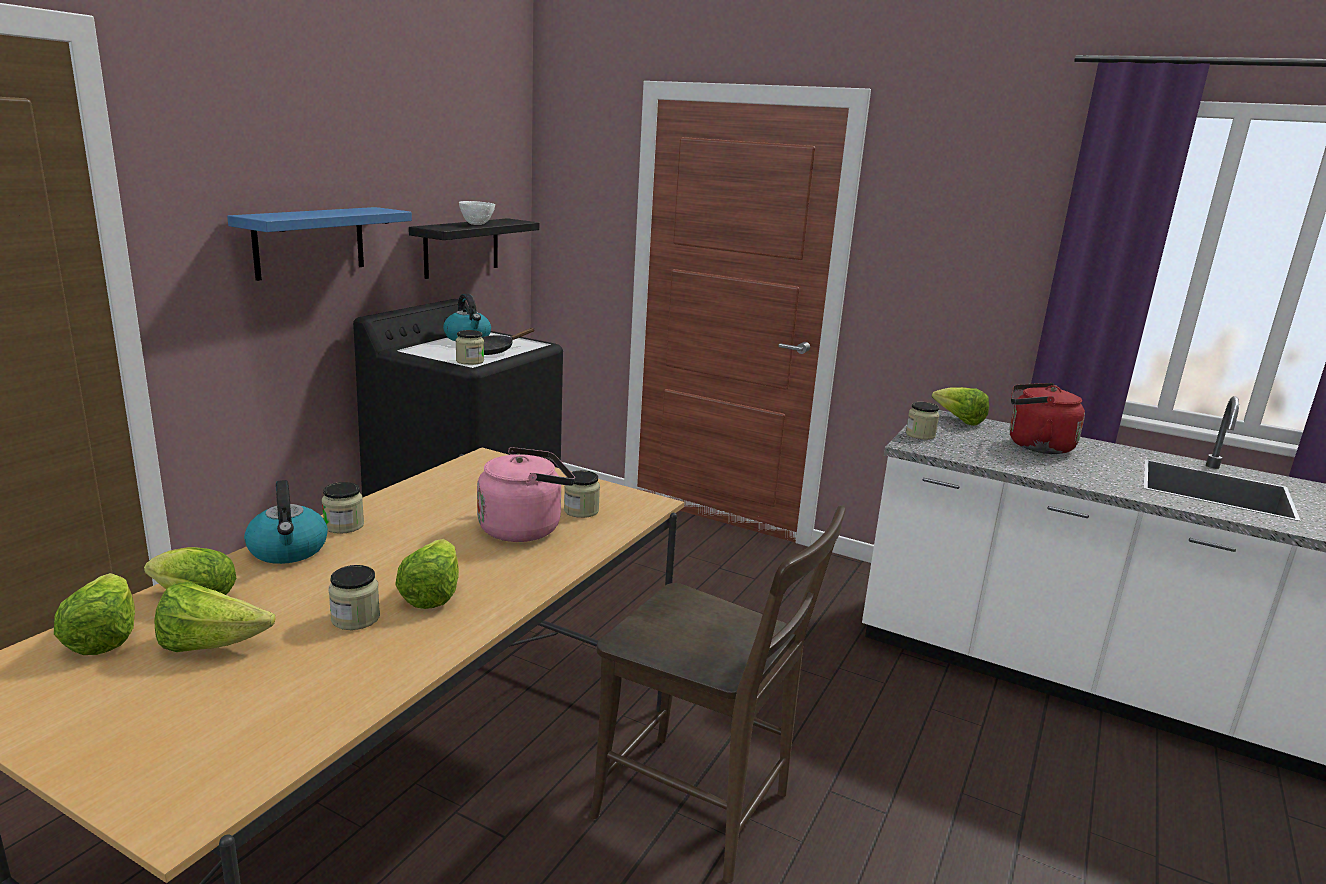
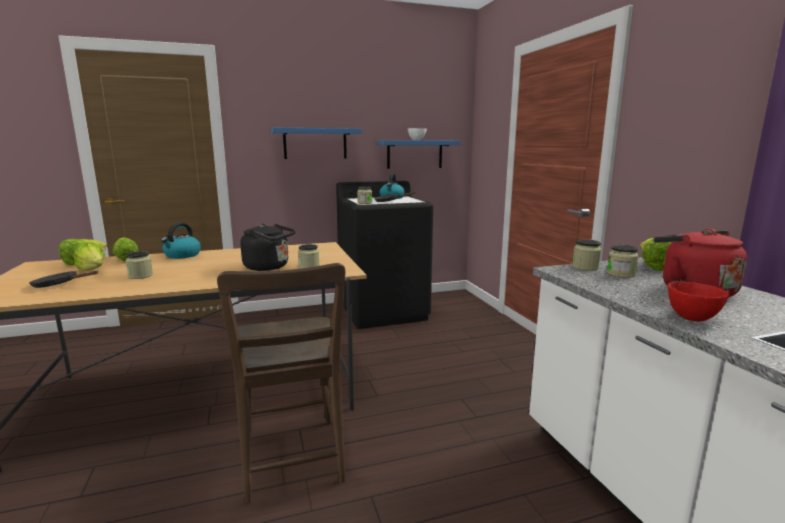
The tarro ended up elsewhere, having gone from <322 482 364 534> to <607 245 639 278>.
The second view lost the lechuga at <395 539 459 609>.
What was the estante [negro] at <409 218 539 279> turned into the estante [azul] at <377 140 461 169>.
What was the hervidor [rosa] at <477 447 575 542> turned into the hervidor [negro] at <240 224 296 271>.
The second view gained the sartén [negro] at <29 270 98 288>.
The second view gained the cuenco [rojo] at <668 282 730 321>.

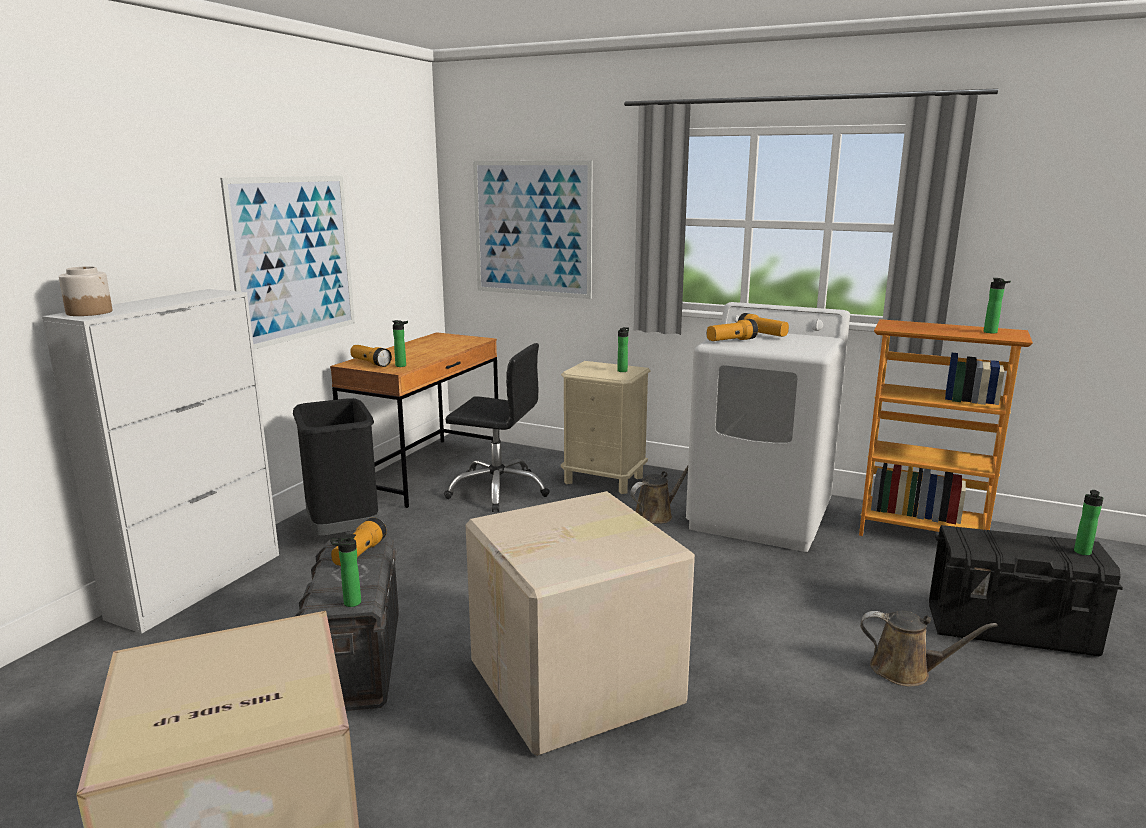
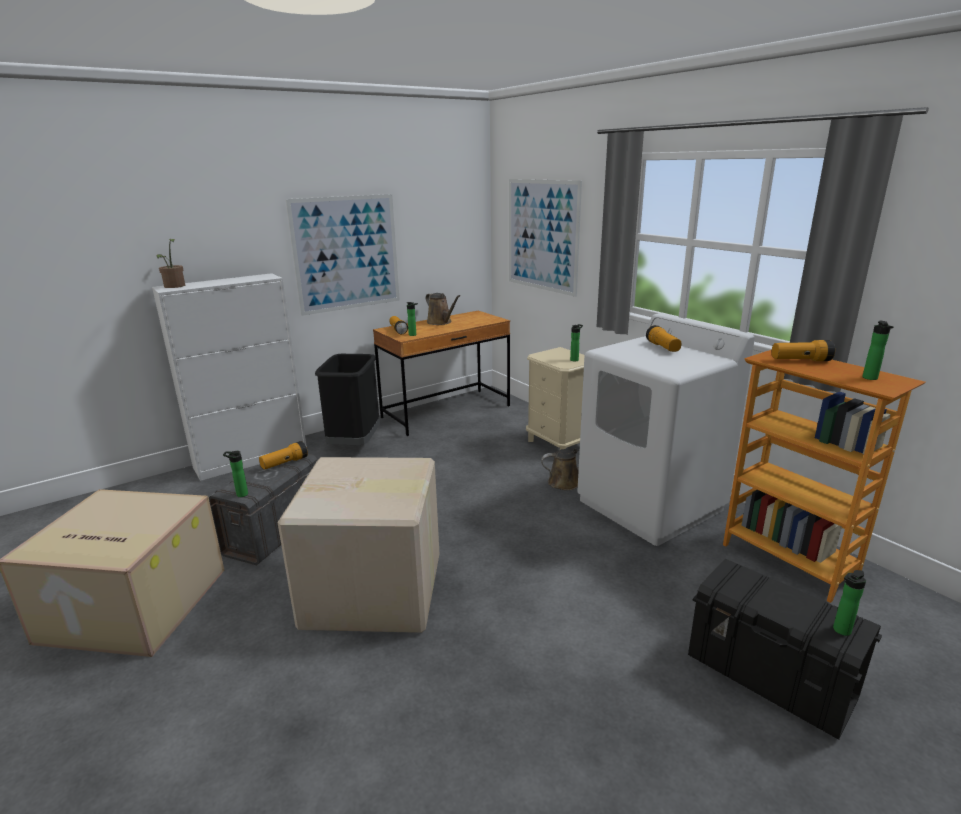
Where the tarro stood at <59 266 112 316>, the planta en maceta came to stand at <157 239 185 288>.
The second view lost the silla de oficina [negro] at <444 343 550 512>.
The linterna ended up elsewhere, having gone from <707 319 758 341> to <771 340 835 361>.
The regadera [marrón] ended up elsewhere, having gone from <860 611 997 686> to <426 293 460 325>.

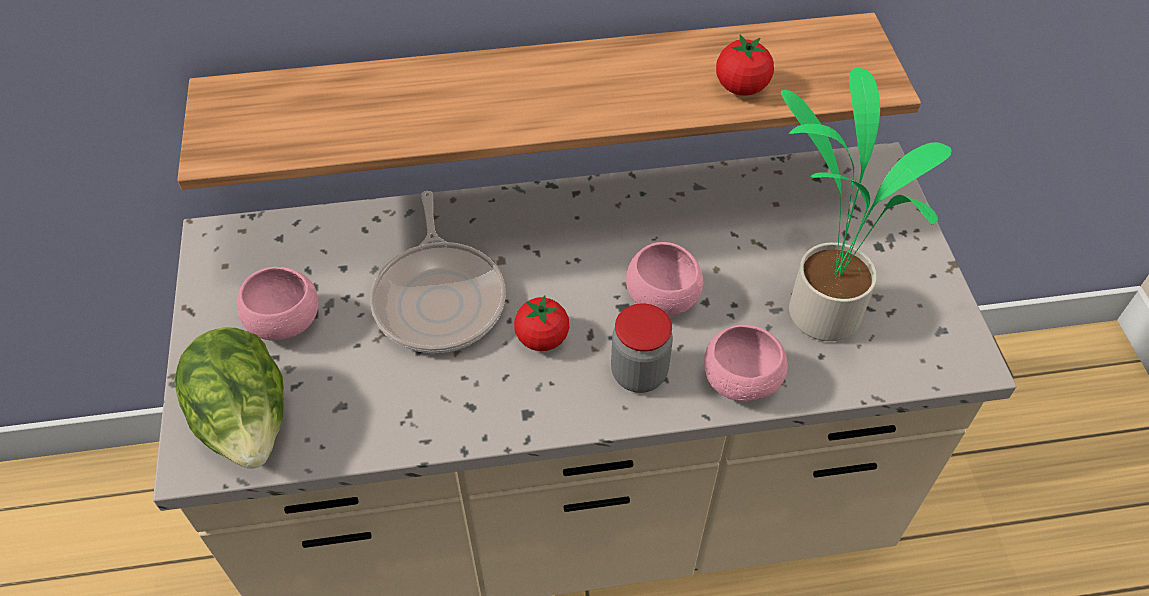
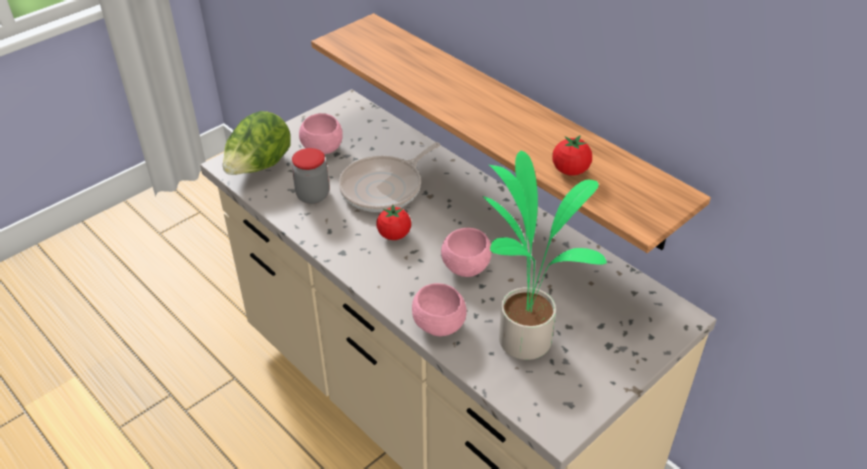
The tarro ended up elsewhere, having gone from <611 304 673 393> to <292 148 329 204>.

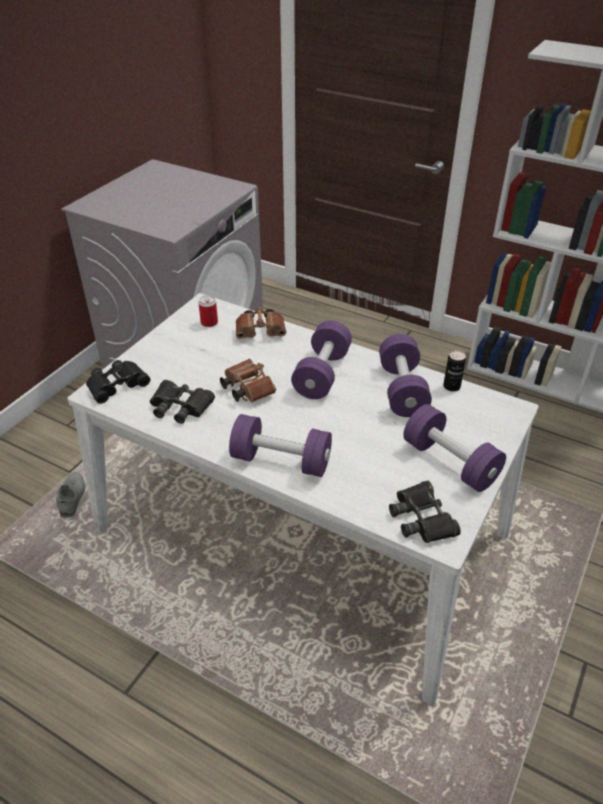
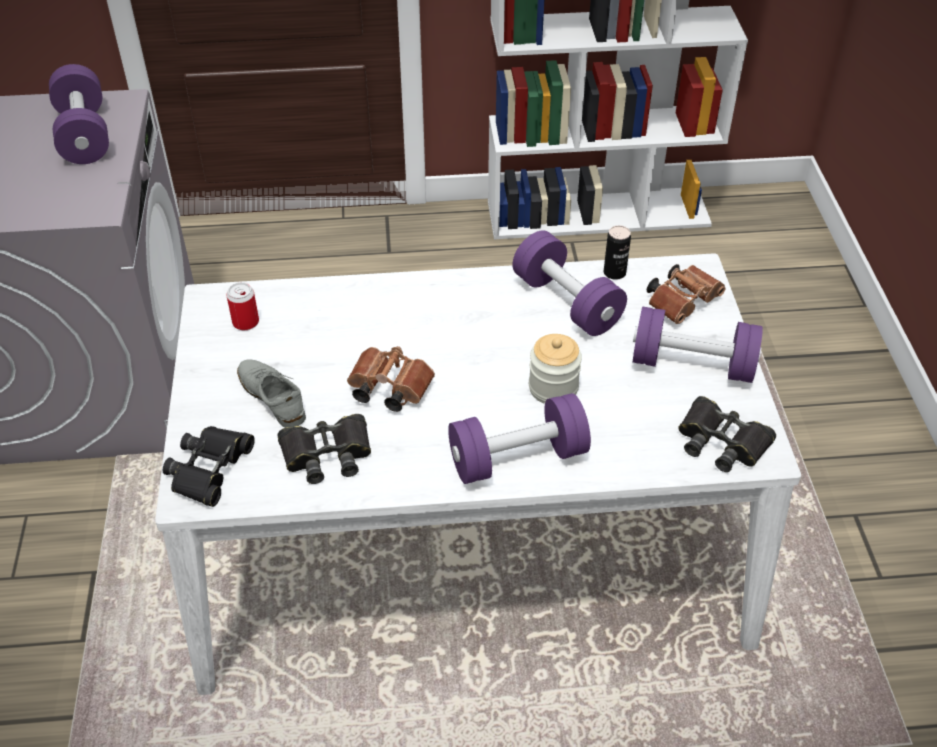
The zapato [gris] ended up elsewhere, having gone from <56 472 86 518> to <237 359 306 428>.
The prismáticos [marrón] ended up elsewhere, having gone from <236 307 286 339> to <647 264 725 324>.
The mancuerna [morado] ended up elsewhere, having gone from <291 320 352 399> to <49 64 109 164>.
The second view gained the tarro at <529 334 582 404>.

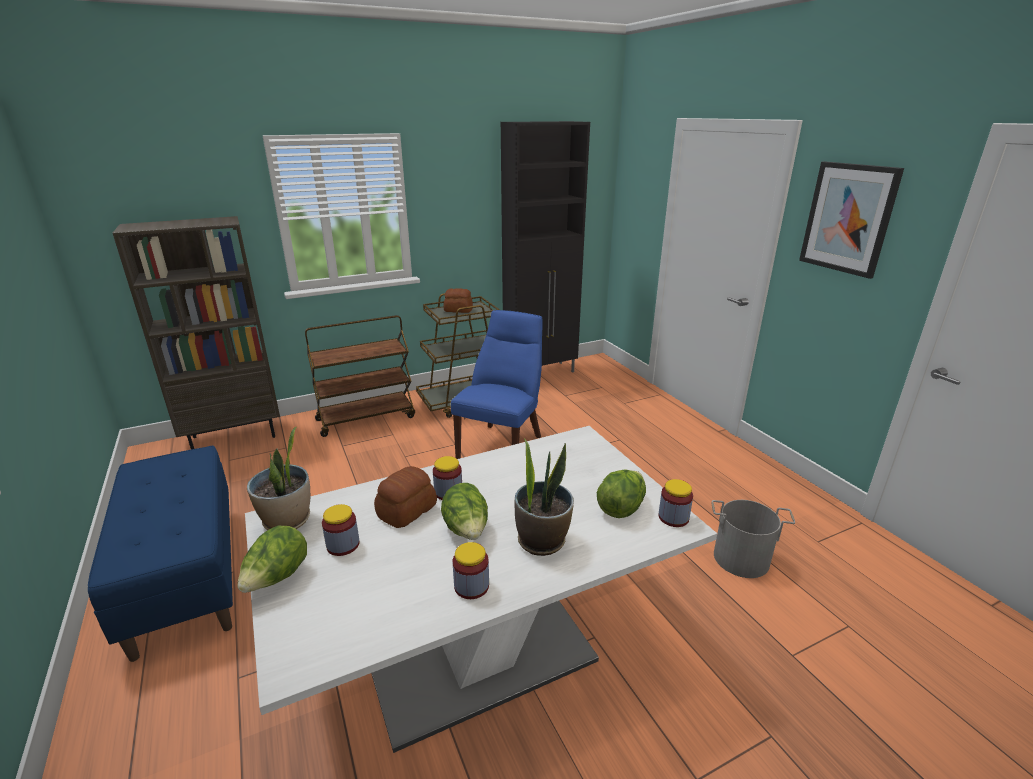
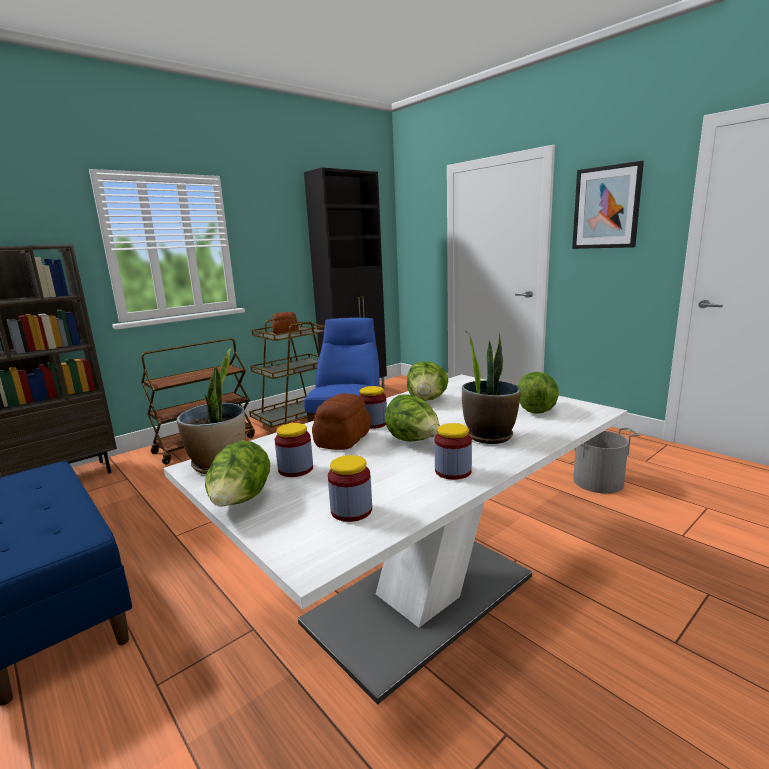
The tarro ended up elsewhere, having gone from <658 479 693 527> to <328 455 372 522>.
The second view gained the lechuga at <407 362 448 401>.

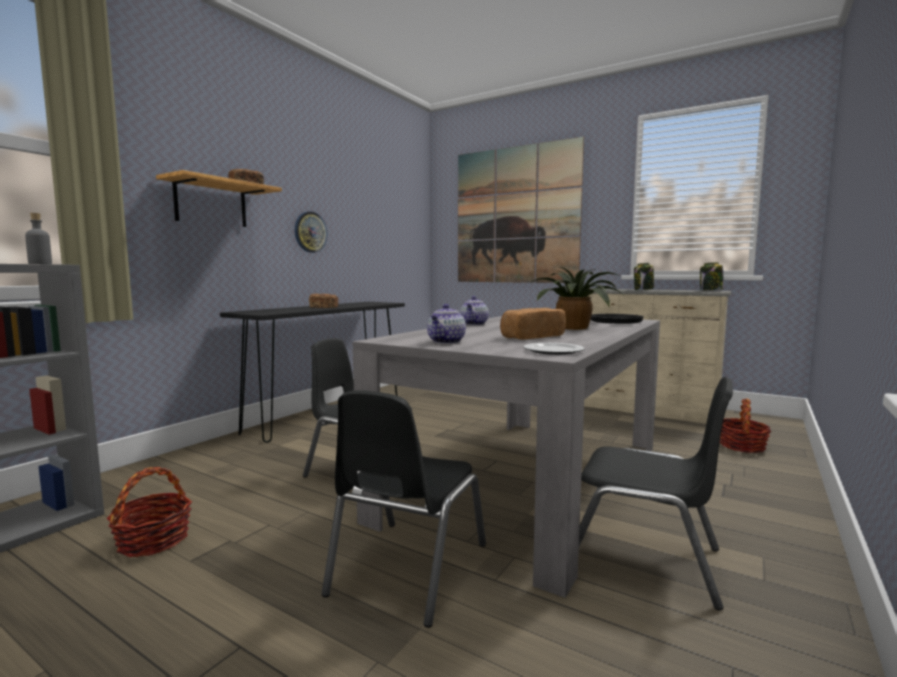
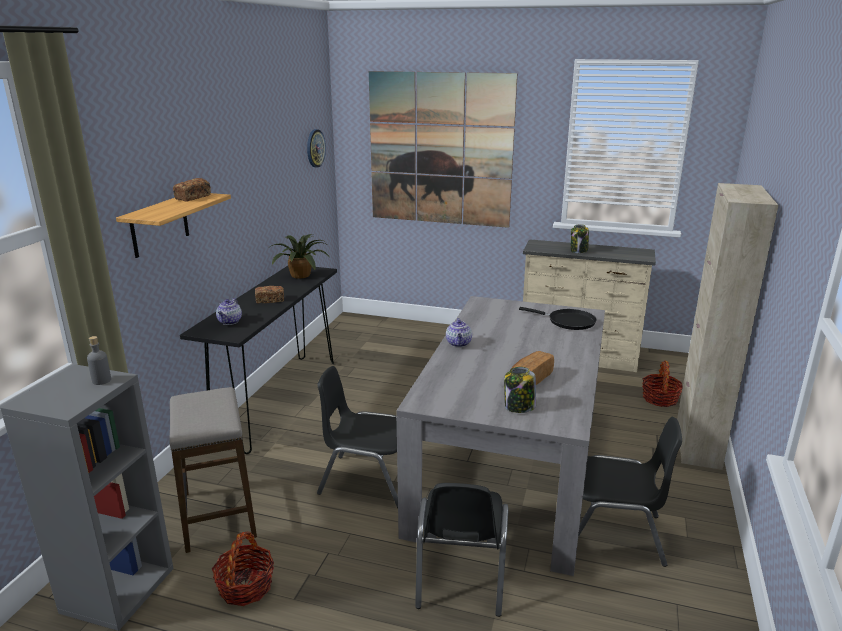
The reloj de pared ended up elsewhere, having gone from <295 211 327 253> to <307 129 326 167>.
The tetera ended up elsewhere, having gone from <427 304 466 344> to <216 298 242 325>.
The second view lost the plato at <523 343 584 355>.
The planta en maceta ended up elsewhere, having gone from <532 267 625 330> to <271 234 330 279>.
The tarro ended up elsewhere, having gone from <700 262 724 291> to <504 367 536 413>.
The second view gained the taburete at <169 387 257 553>.
The second view gained the armario [beis] at <677 183 778 470>.

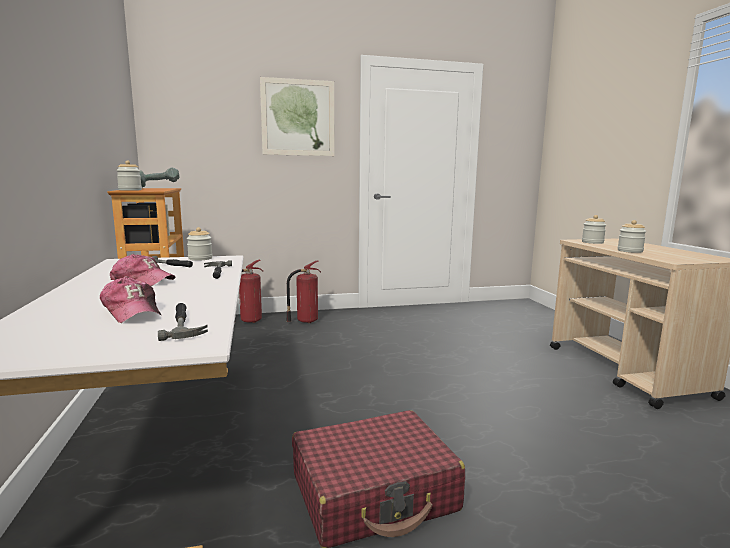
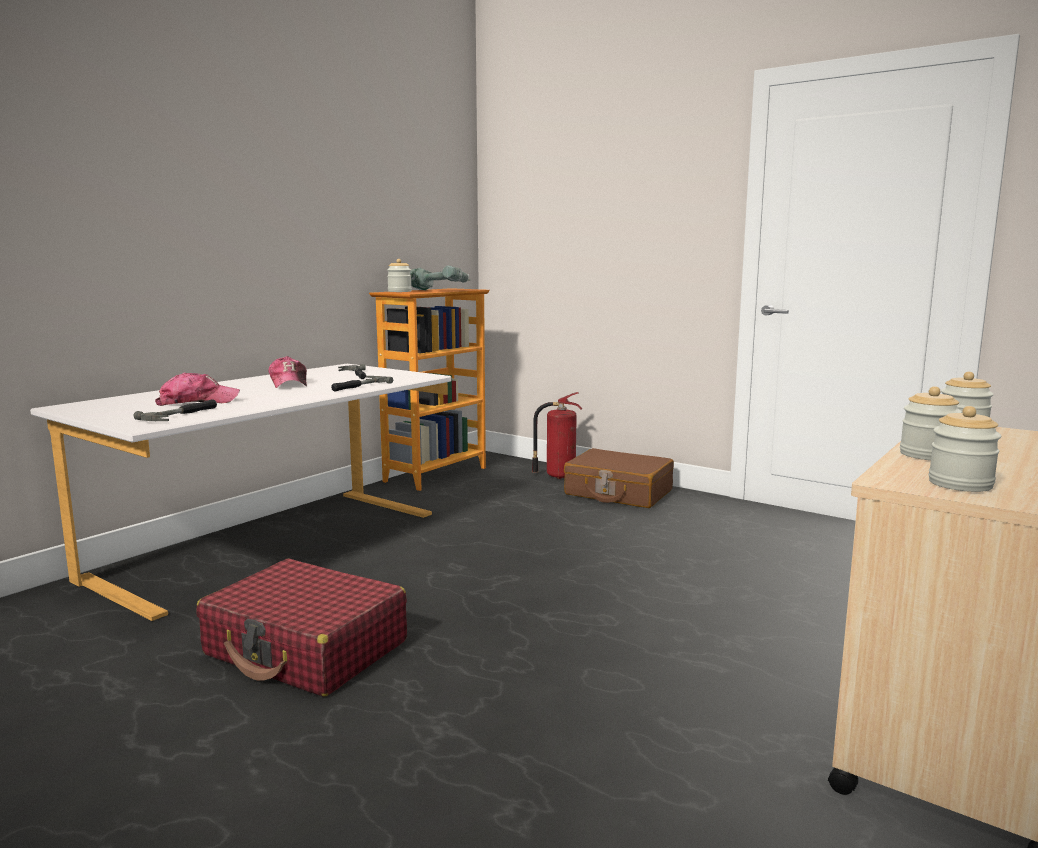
The gorra at <100 276 162 323> ended up facing another way, 120 degrees counterclockwise from before.
The tarro ended up elsewhere, having gone from <187 227 213 261> to <928 406 1001 492>.
The second view lost the cuadro at <260 77 334 156>.
Where the extintor stood at <286 260 321 323>, the maleta [marrón] came to stand at <564 448 674 508>.

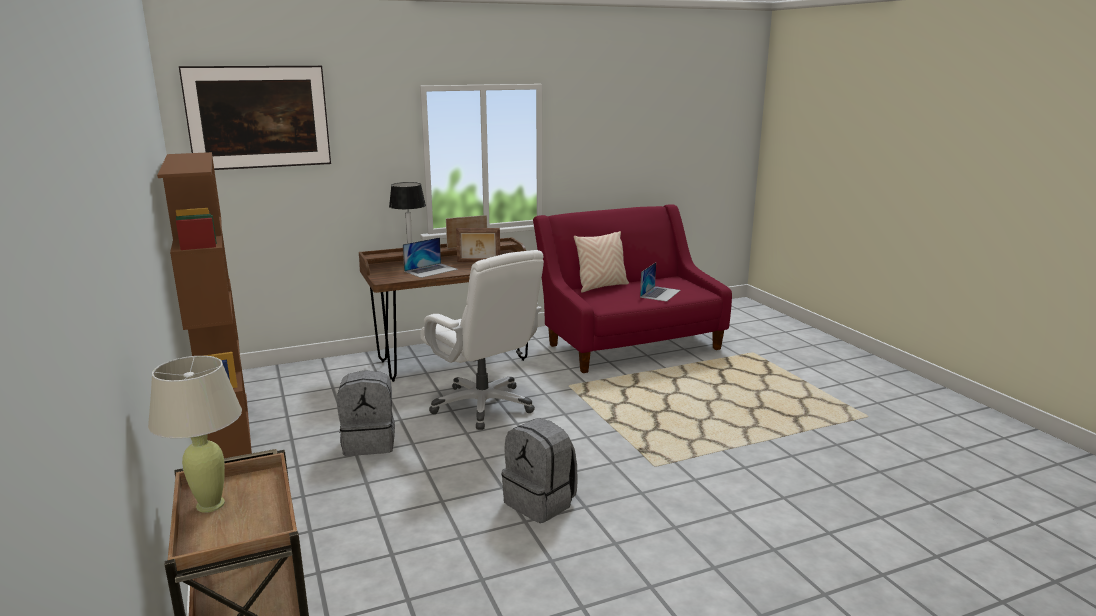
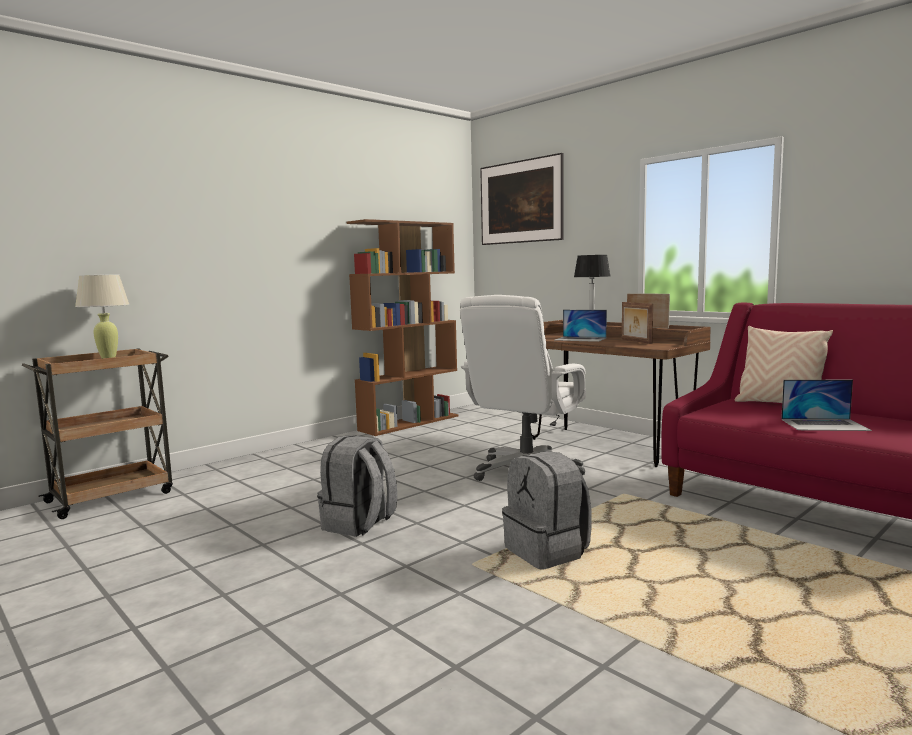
The mochila [gris] ended up elsewhere, having gone from <337 370 395 456> to <502 451 592 570>.

